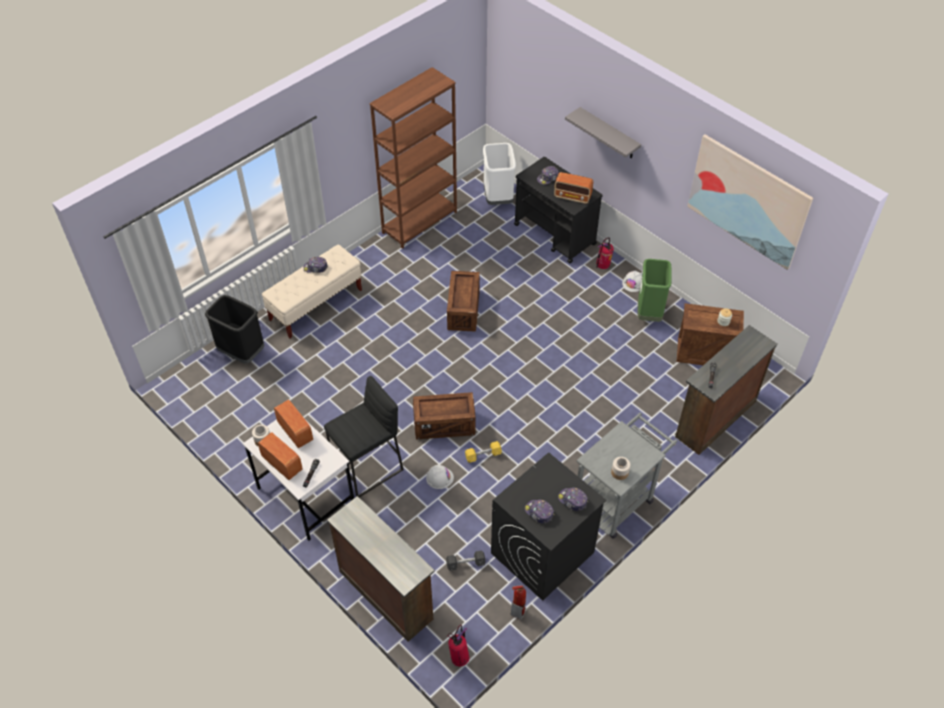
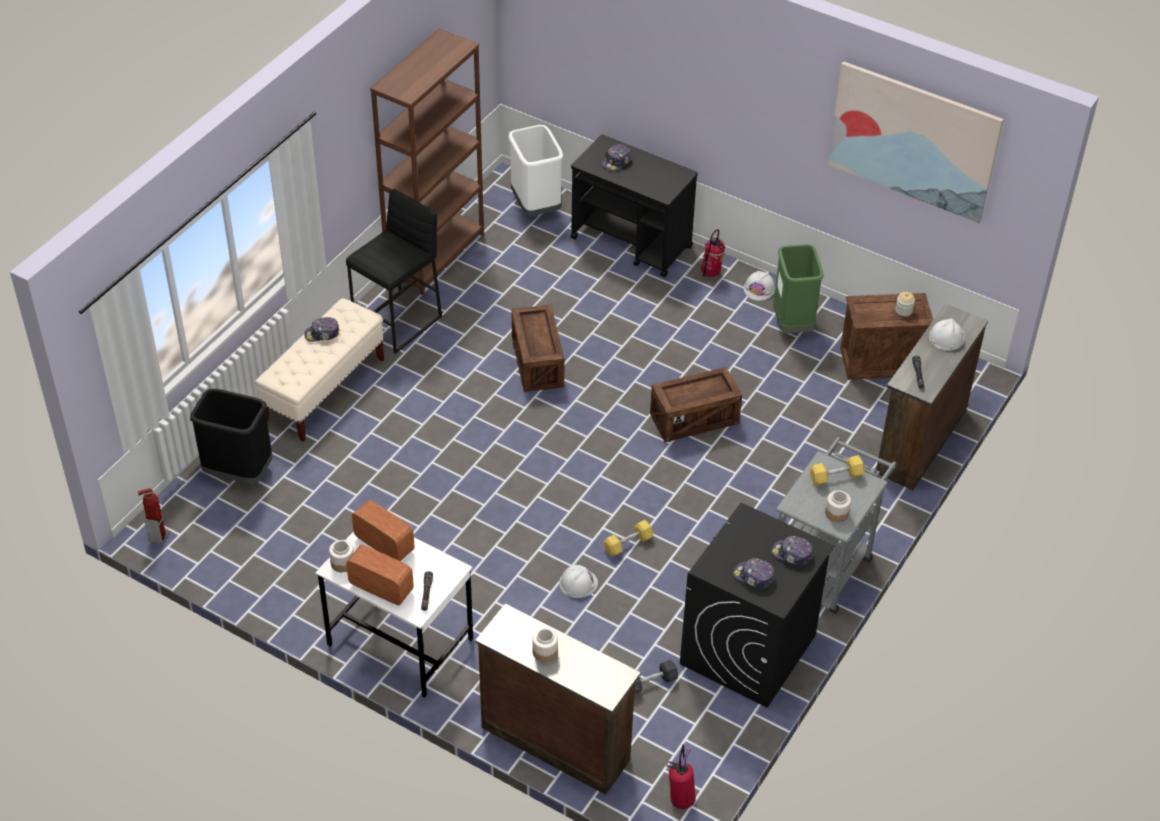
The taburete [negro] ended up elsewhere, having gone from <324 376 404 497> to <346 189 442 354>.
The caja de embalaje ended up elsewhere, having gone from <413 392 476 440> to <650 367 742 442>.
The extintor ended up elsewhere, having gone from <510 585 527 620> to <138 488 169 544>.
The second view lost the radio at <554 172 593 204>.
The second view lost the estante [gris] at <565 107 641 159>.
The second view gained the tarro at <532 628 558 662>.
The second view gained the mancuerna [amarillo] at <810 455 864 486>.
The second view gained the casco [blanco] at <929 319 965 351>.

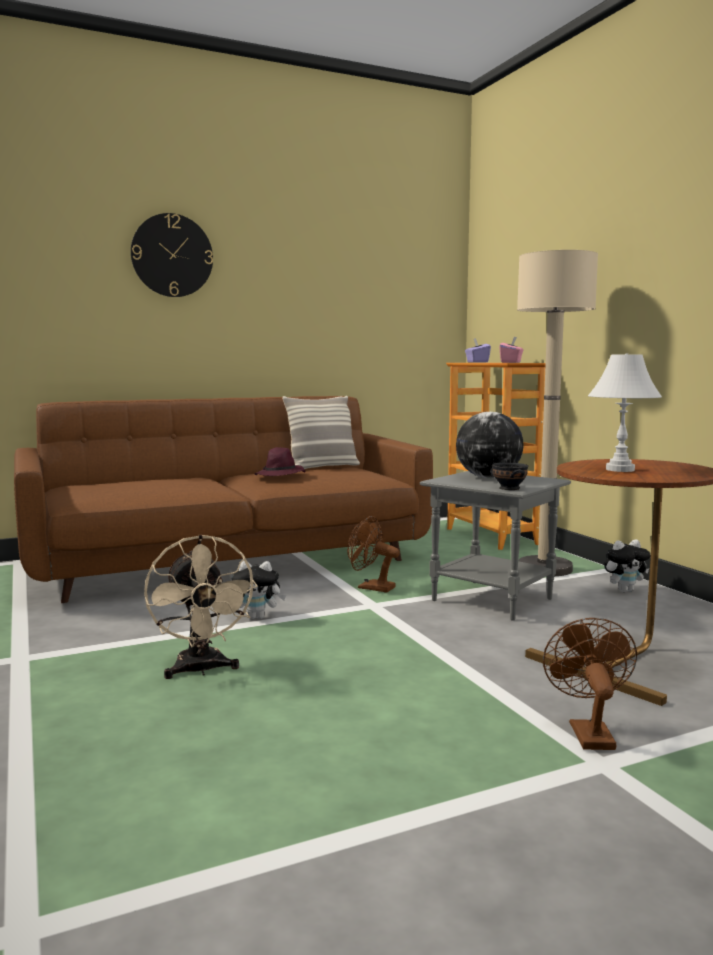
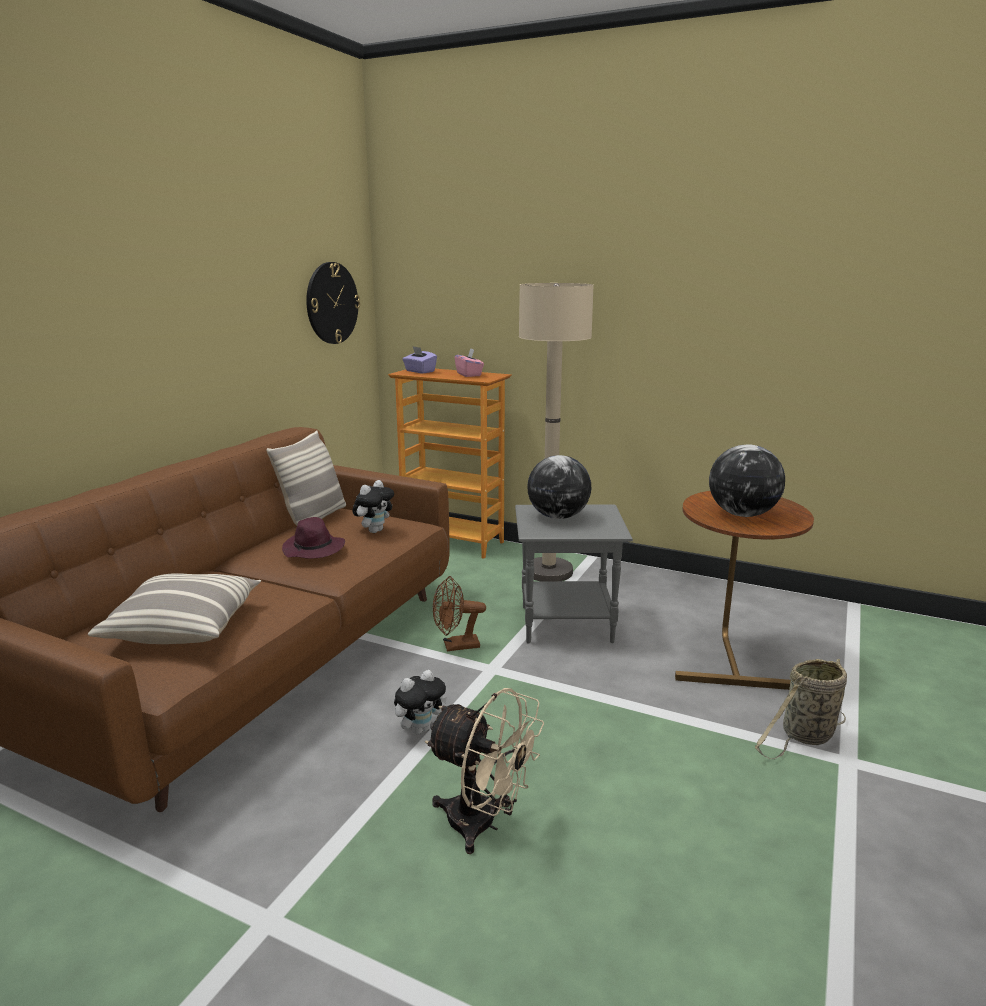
The reloj de pared ended up elsewhere, having gone from <131 213 213 297> to <306 262 360 344>.
The second view lost the cuenco [negro] at <492 463 528 490>.
Where the ventilador [marrón] stood at <543 618 637 750>, the cesta came to stand at <755 659 847 759>.
Where the lámpara de mesa [blanco] stood at <588 353 662 472>, the globo terráqueo came to stand at <709 444 785 517>.
The peluche ended up elsewhere, having gone from <604 540 650 592> to <352 480 394 533>.
The second view gained the cojín at <88 573 261 644>.

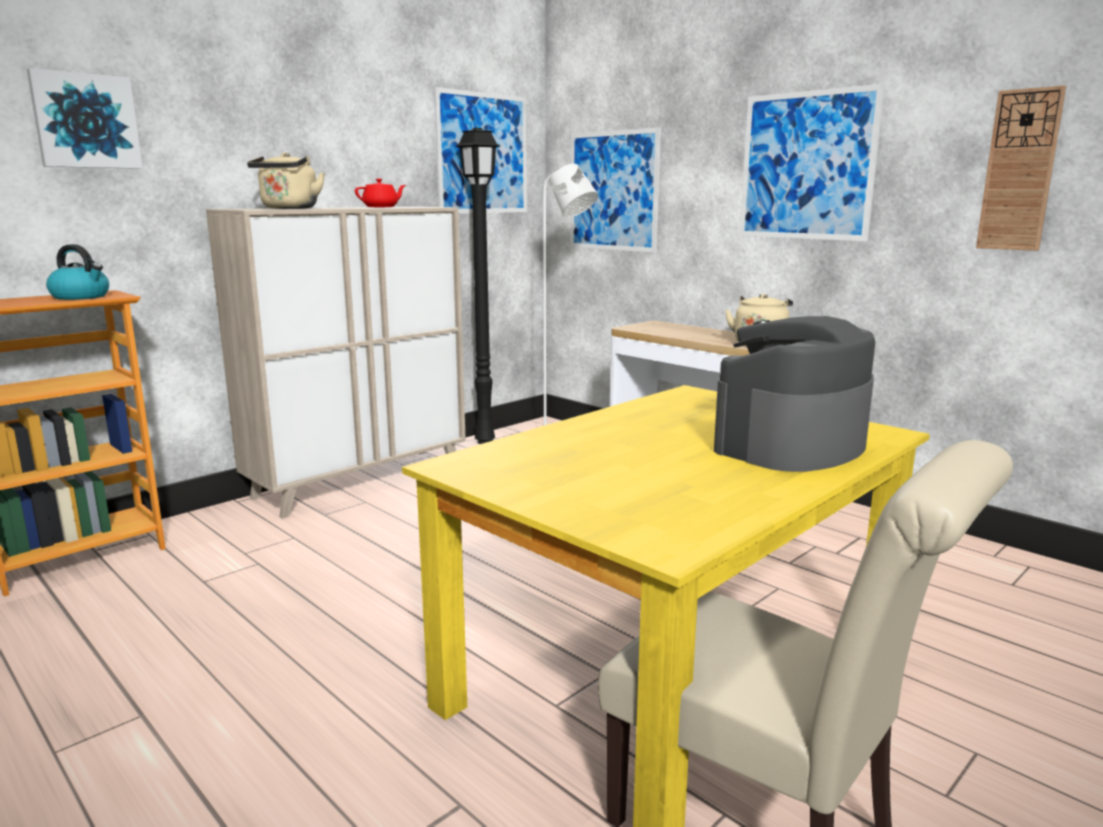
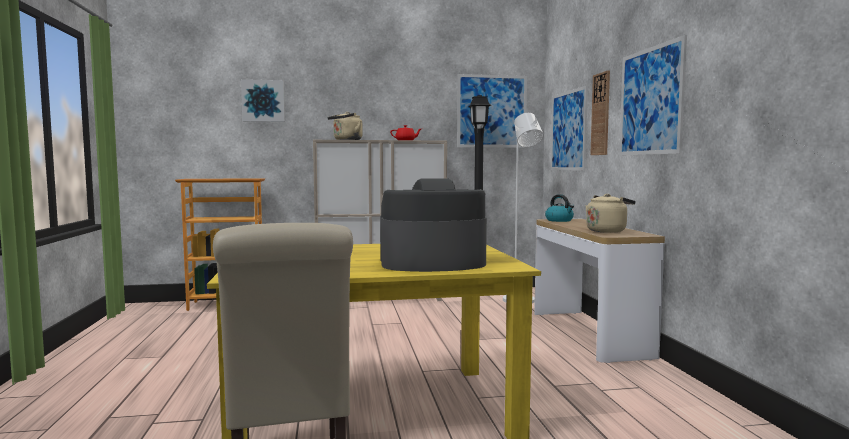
The hervidor ended up elsewhere, having gone from <46 244 109 300> to <545 194 574 222>.
The reloj de pared ended up elsewhere, having gone from <976 85 1066 251> to <590 70 610 155>.

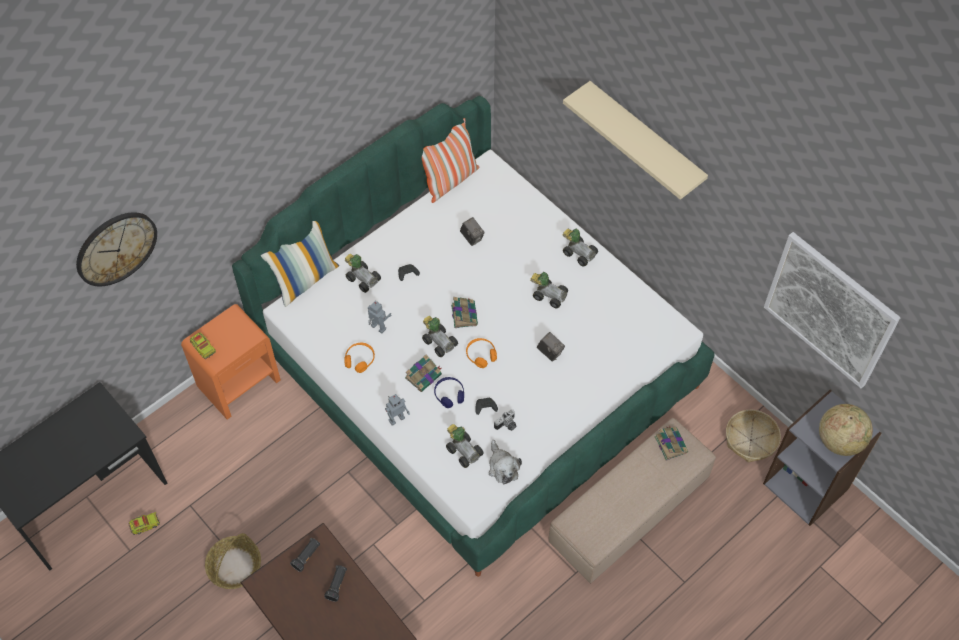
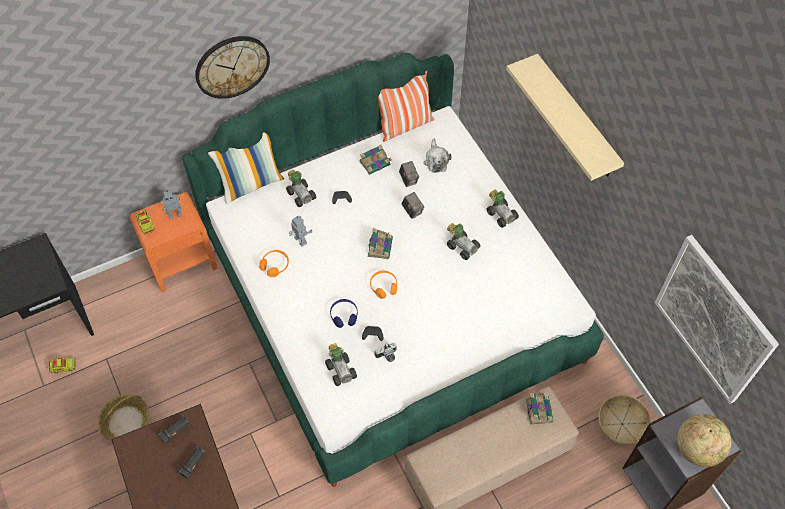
The reloj de pared ended up elsewhere, having gone from <76 212 157 286> to <195 36 270 99>.
The robot de juguete ended up elsewhere, having gone from <385 394 410 426> to <161 190 182 219>.
The libro ended up elsewhere, having gone from <405 354 442 392> to <359 145 391 175>.
The second view lost the coche de juguete at <422 316 458 357>.
The peluche ended up elsewhere, having gone from <489 440 522 484> to <424 139 452 173>.
The cámara ended up elsewhere, having gone from <537 332 565 362> to <402 192 424 219>.

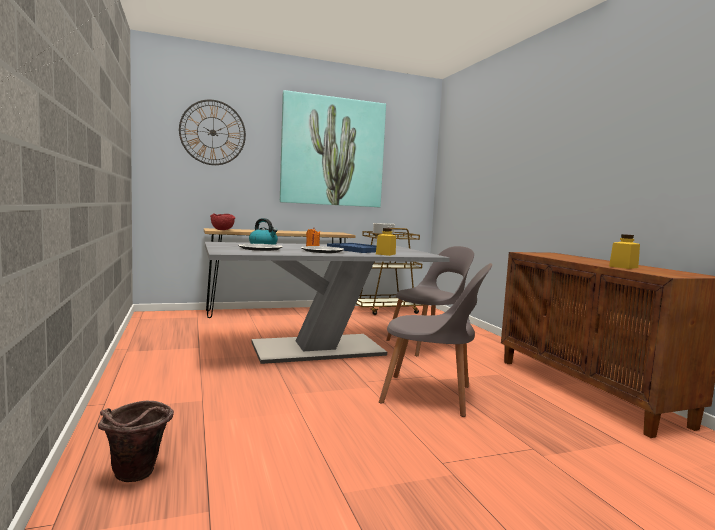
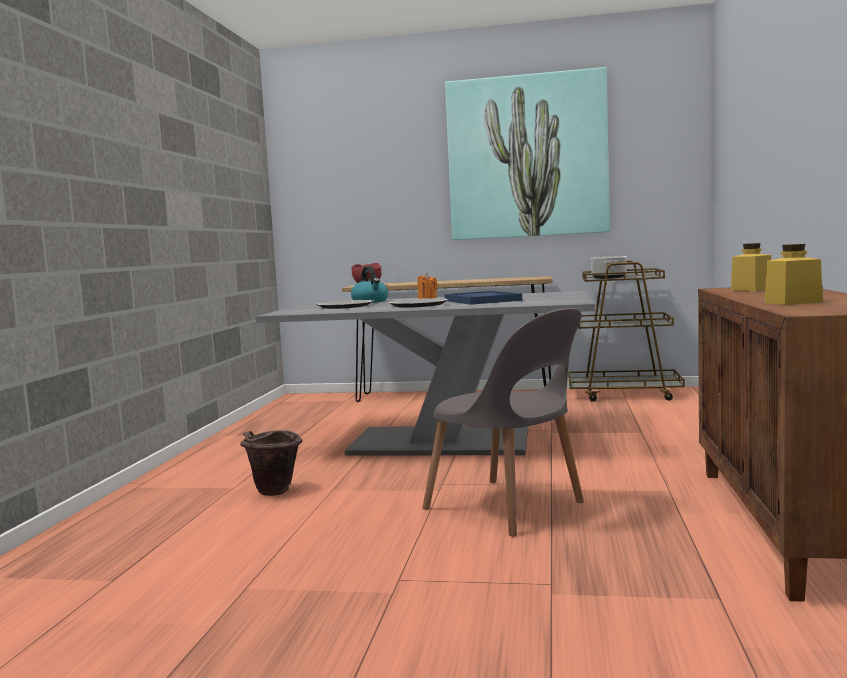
The cubo [marrón] ended up elsewhere, having gone from <98 401 174 482> to <240 430 302 496>.
The second view lost the reloj de pared at <179 100 246 165>.
The tarro [amarillo] ended up elsewhere, having gone from <376 228 396 256> to <731 243 771 291>.
The second view lost the silla [gris] at <386 246 474 356>.

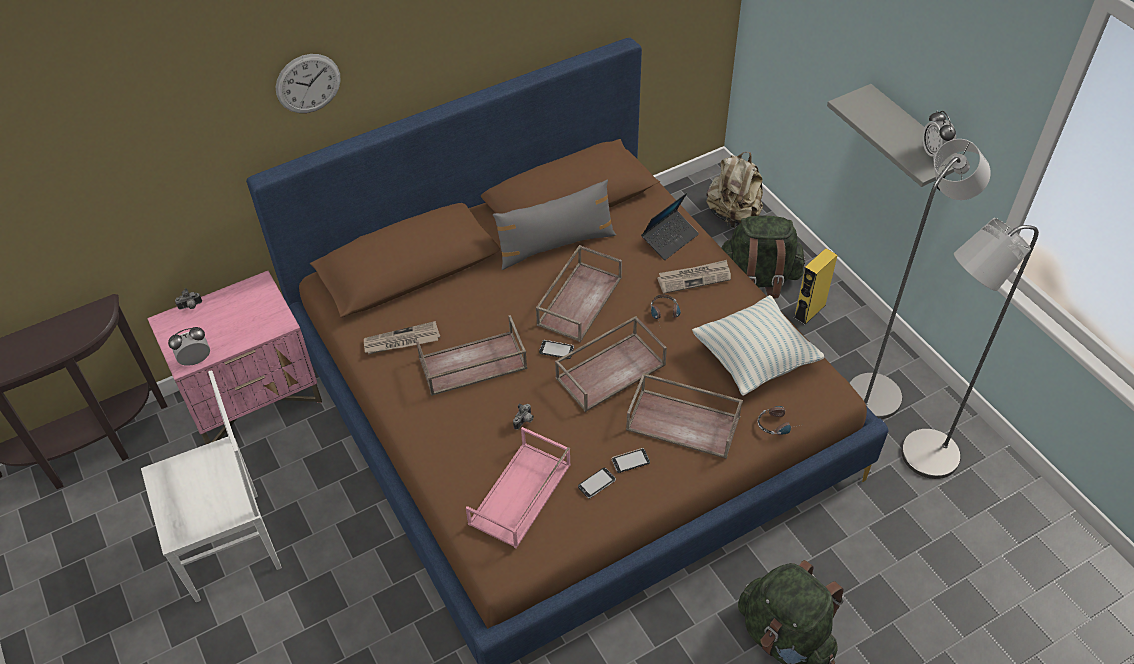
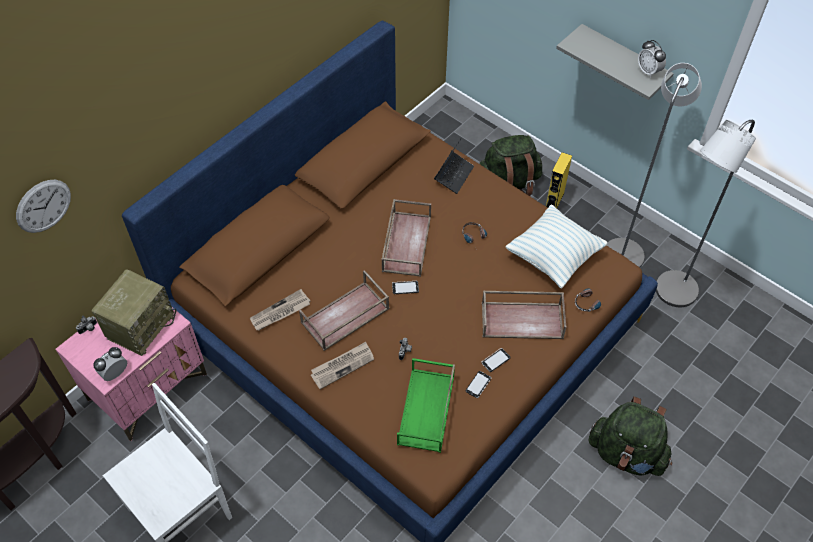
The reloj de pared ended up elsewhere, having gone from <276 54 341 113> to <16 180 71 233>.
What was the bandeja [rosa] at <466 427 571 548> turned into the bandeja [verde] at <397 358 455 453>.
The second view lost the cojín [gris] at <493 179 616 270>.
The second view lost the bandeja [marrón] at <555 316 667 412>.
The periódico ended up elsewhere, having gone from <657 260 731 294> to <311 342 374 389>.
The second view lost the mochila [beis] at <706 152 763 228>.
The second view gained the radio at <92 269 177 356>.

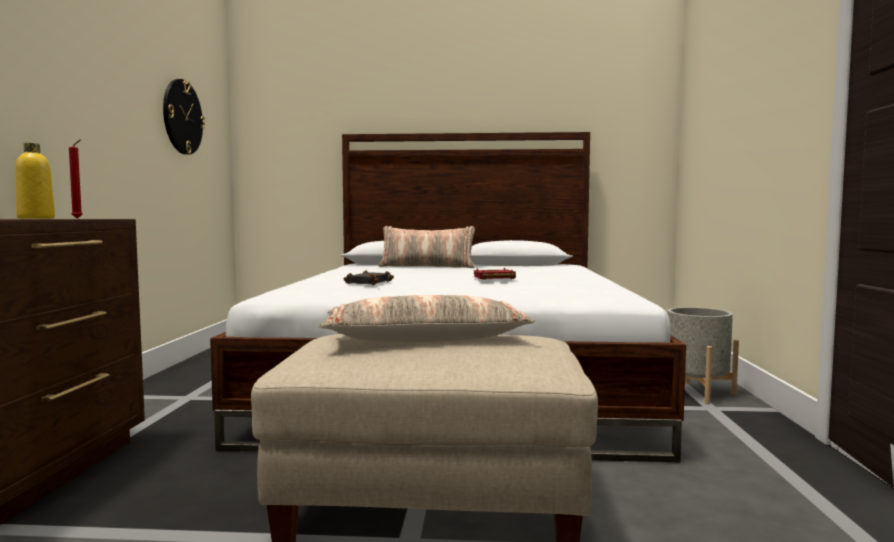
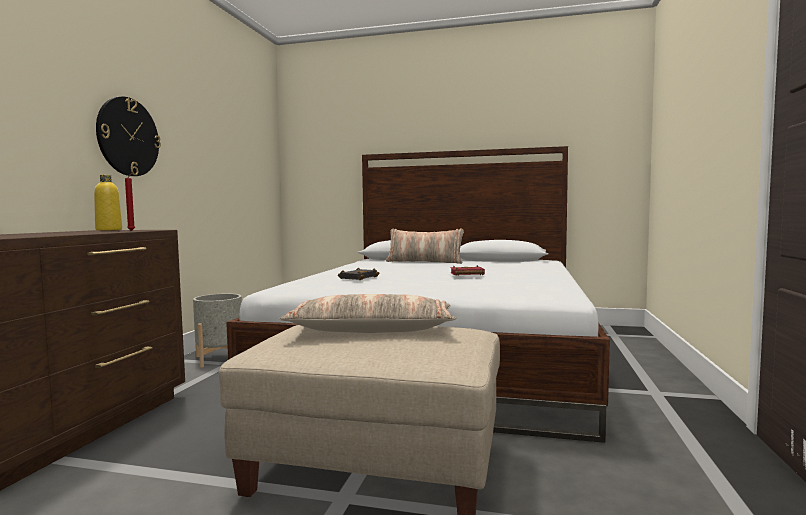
The reloj de pared ended up elsewhere, having gone from <163 79 205 155> to <96 97 161 176>.
The maceta [gris] ended up elsewhere, having gone from <668 307 739 404> to <193 294 242 367>.

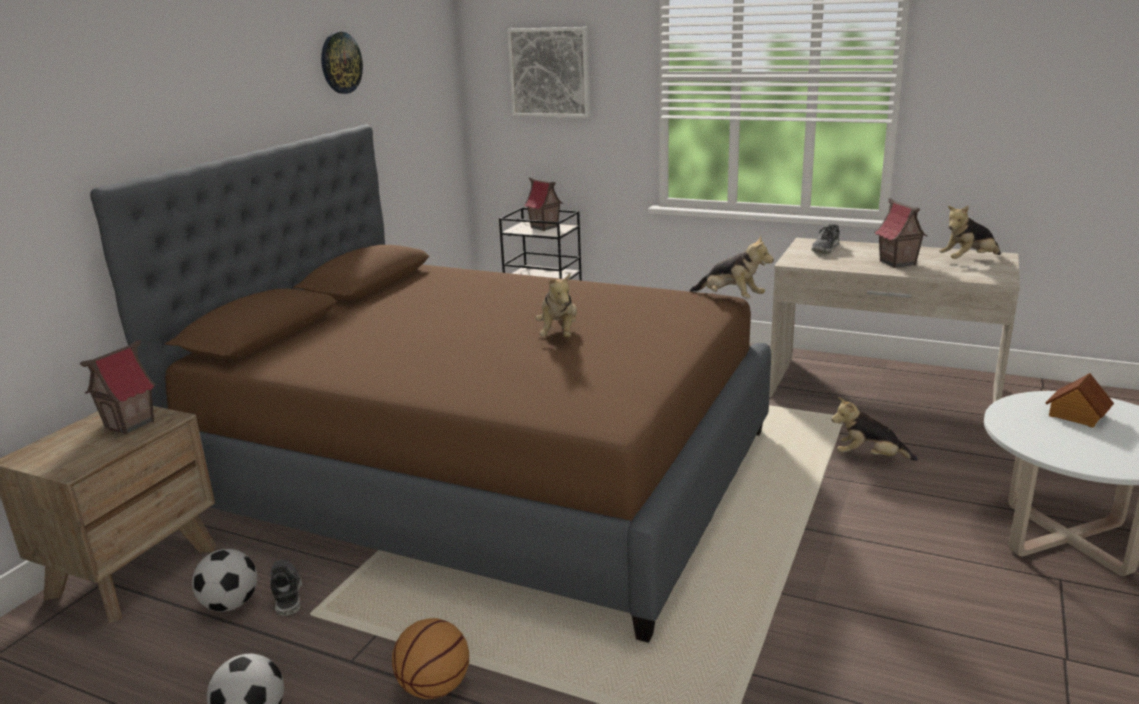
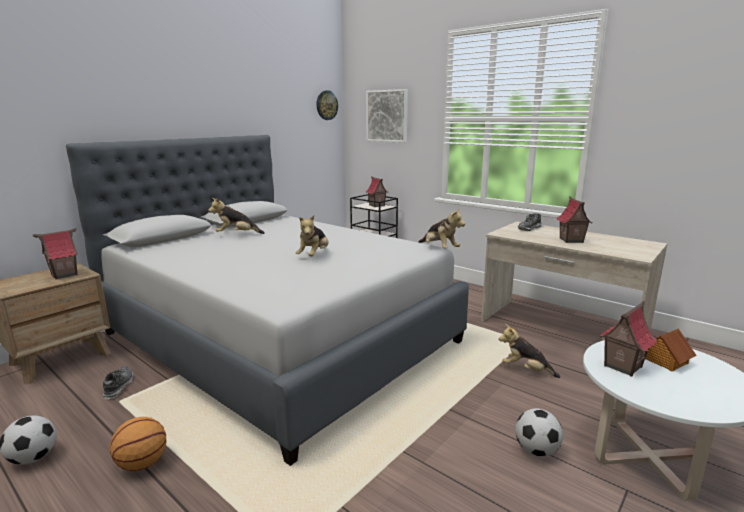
What was the cama [marrón] at <90 124 771 643> turned into the cama [gris] at <66 135 469 466>.
The balón de fútbol ended up elsewhere, having gone from <192 549 257 612> to <515 408 563 457>.
The reloj de pared ended up elsewhere, having gone from <321 32 363 94> to <316 90 338 120>.
The peluche ended up elsewhere, having gone from <939 205 1001 259> to <208 198 265 234>.
The second view gained the casita at <600 301 657 377>.

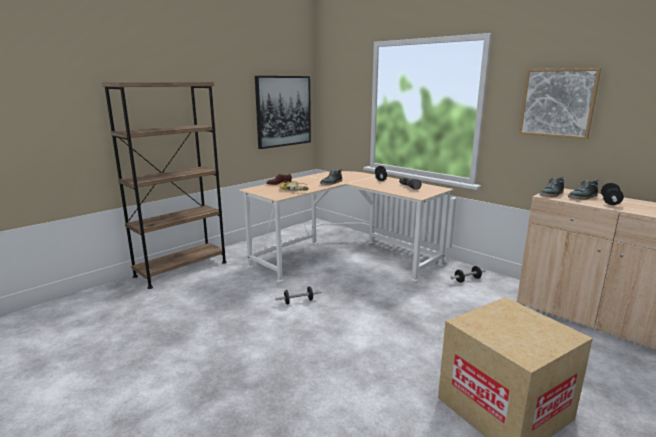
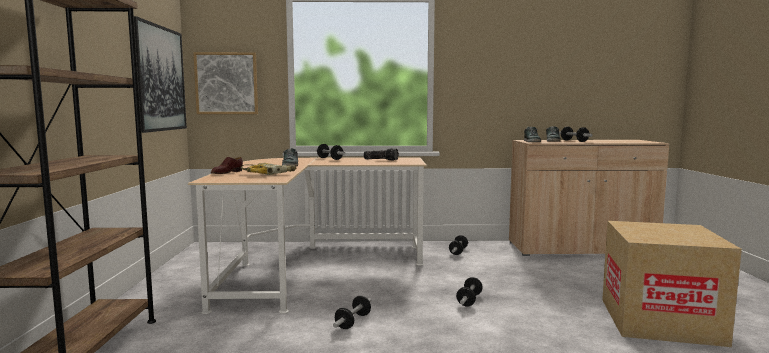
The cuadro ended up elsewhere, having gone from <519 68 601 139> to <193 52 258 114>.
The second view gained the mancuerna at <456 277 483 306>.

